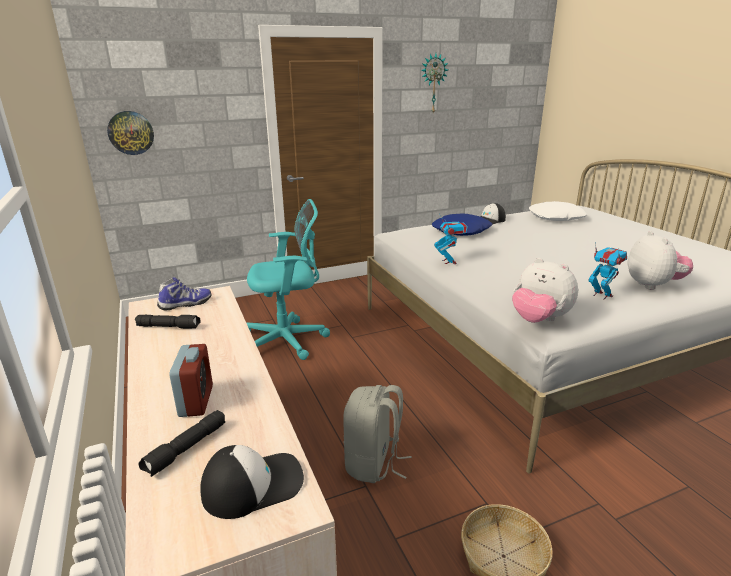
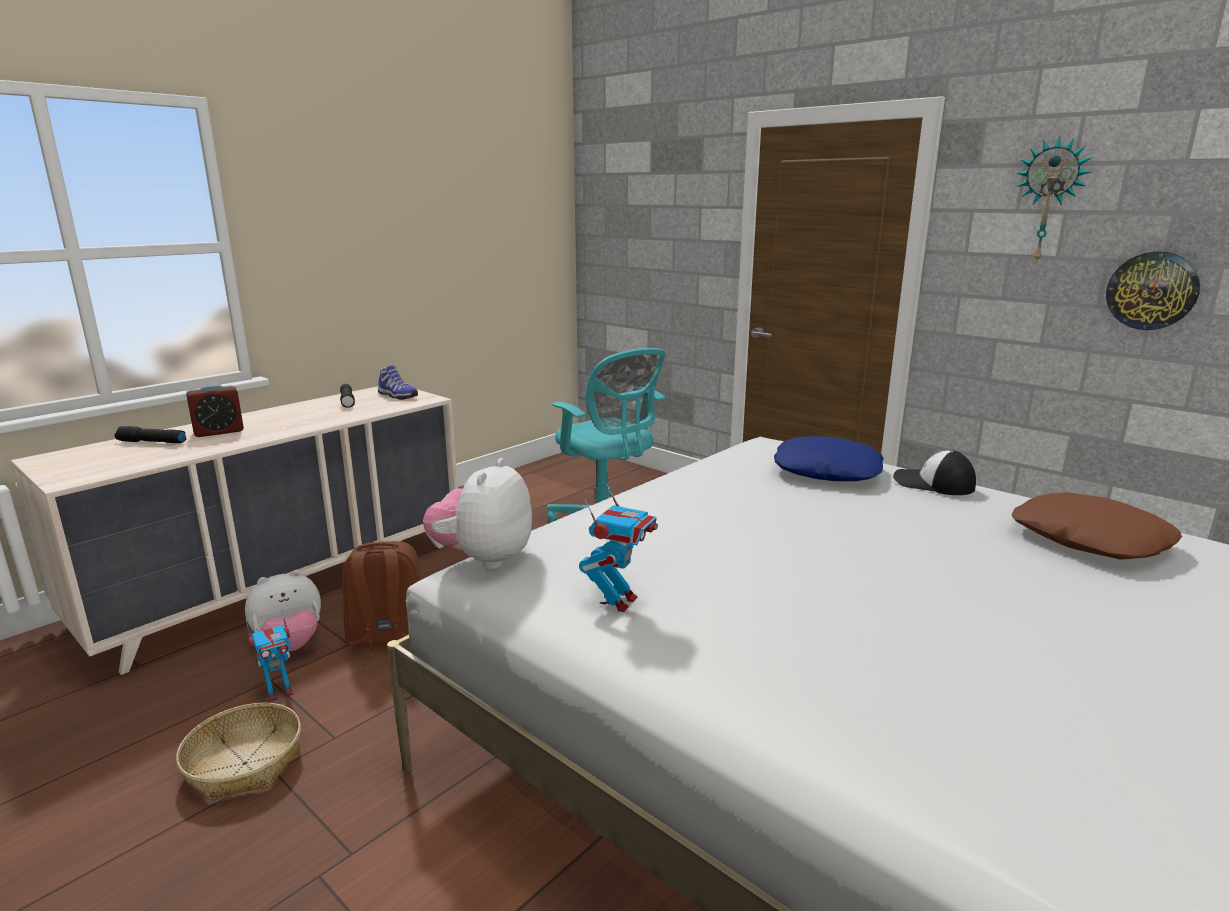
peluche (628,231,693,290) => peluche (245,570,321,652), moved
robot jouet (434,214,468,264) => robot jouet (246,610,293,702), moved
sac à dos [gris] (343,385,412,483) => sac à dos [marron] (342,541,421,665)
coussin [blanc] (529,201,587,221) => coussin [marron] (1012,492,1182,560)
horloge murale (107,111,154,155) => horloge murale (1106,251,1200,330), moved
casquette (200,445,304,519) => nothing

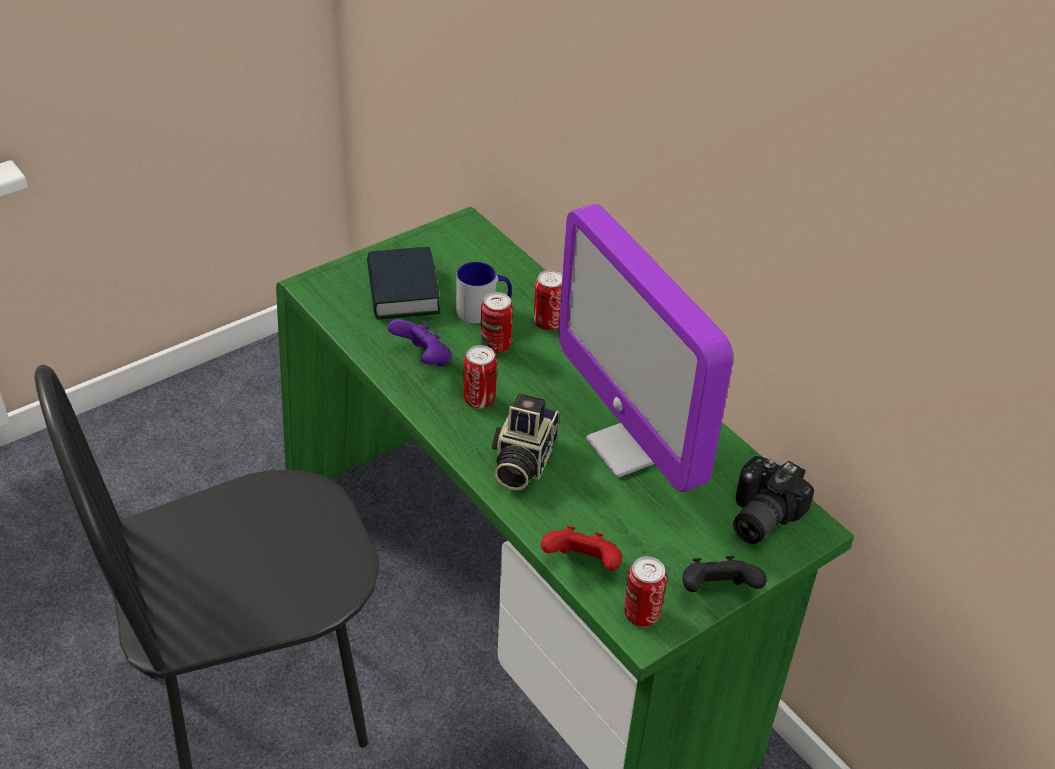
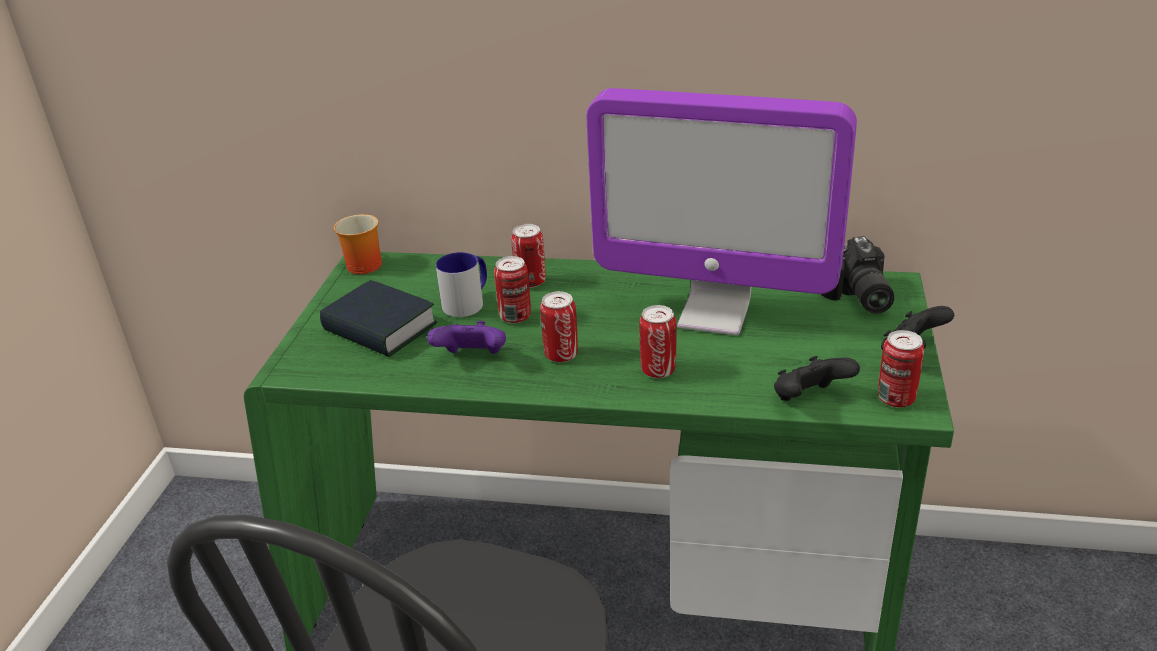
nothing => mug (334,214,382,274)
appareil photo (492,393,559,490) => boîte métallique (639,305,676,378)
manette [rouge] (541,525,622,571) => manette [noir] (774,356,860,401)

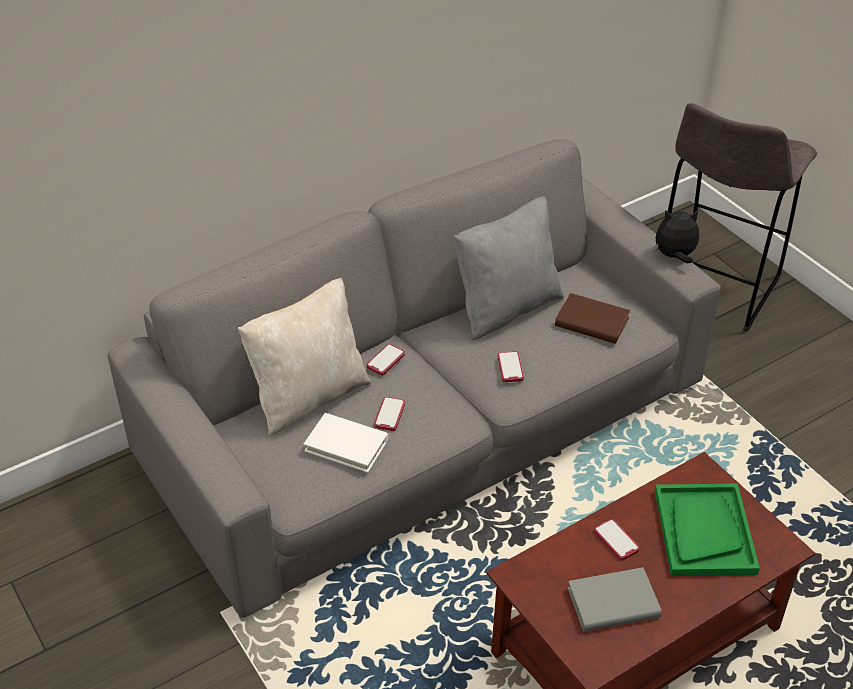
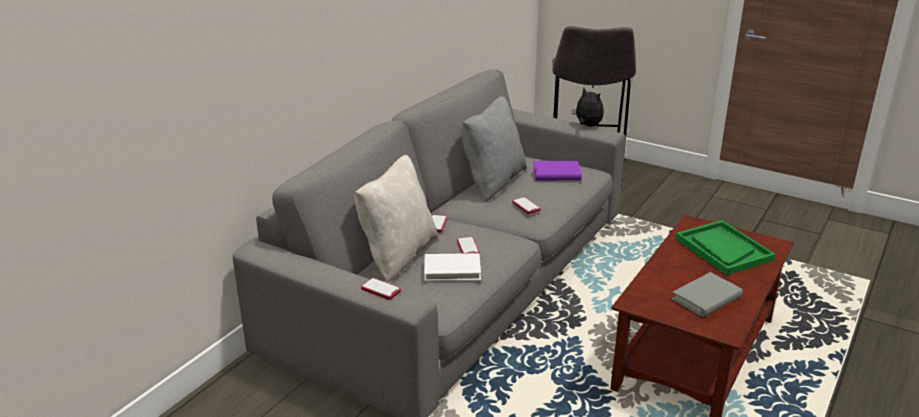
téléphone (594,519,640,561) => téléphone (361,278,401,300), moved
livre [marron] (555,293,630,344) => livre [violet] (533,161,582,181)
peluche (654,210,699,263) => peluche (571,88,604,126), 75 degrees clockwise

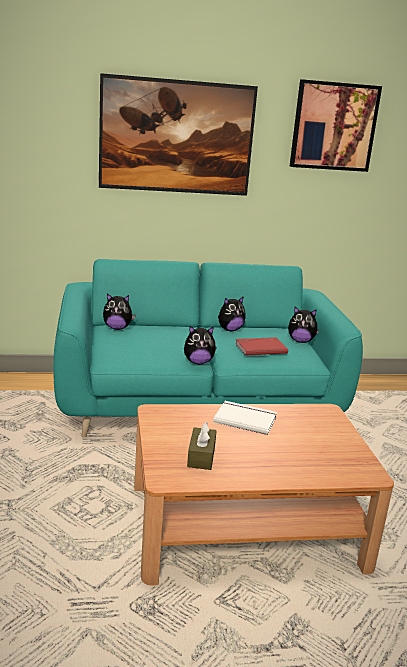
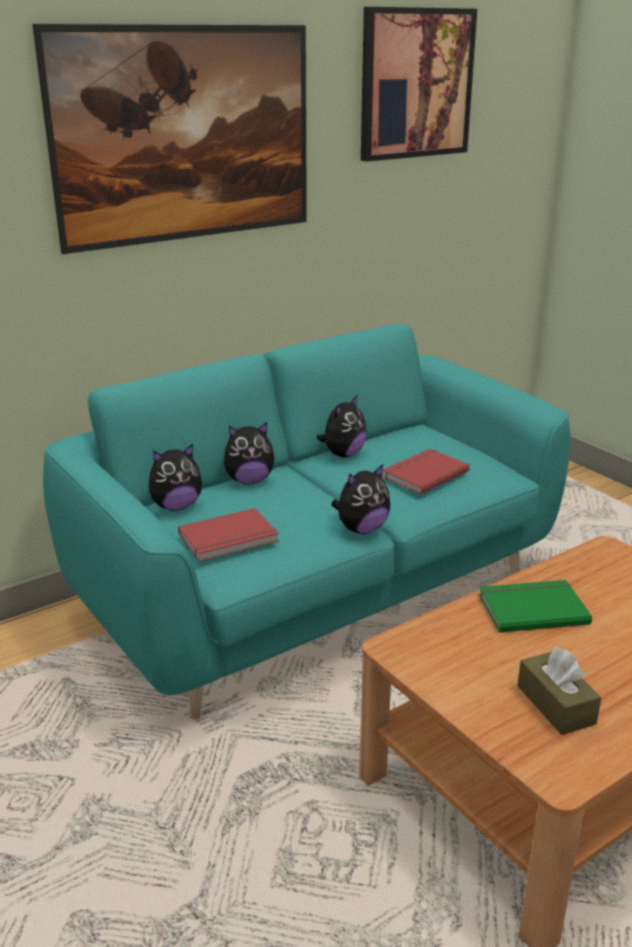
nothing => livre [rouge] (178,508,279,561)
peluche (288,307,319,343) => peluche (224,422,275,484), moved
livre [blanc] (213,401,277,435) => livre [vert] (479,580,592,633)

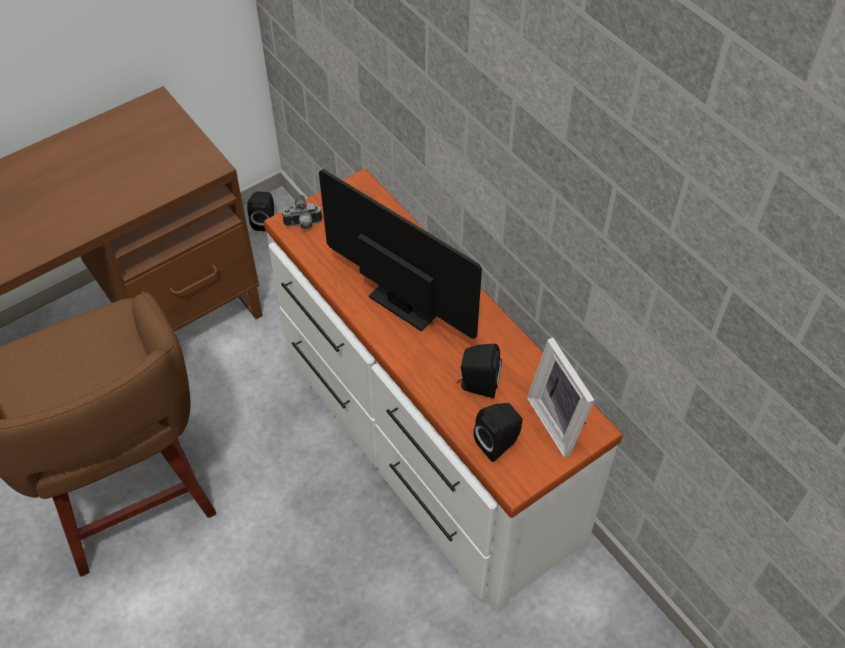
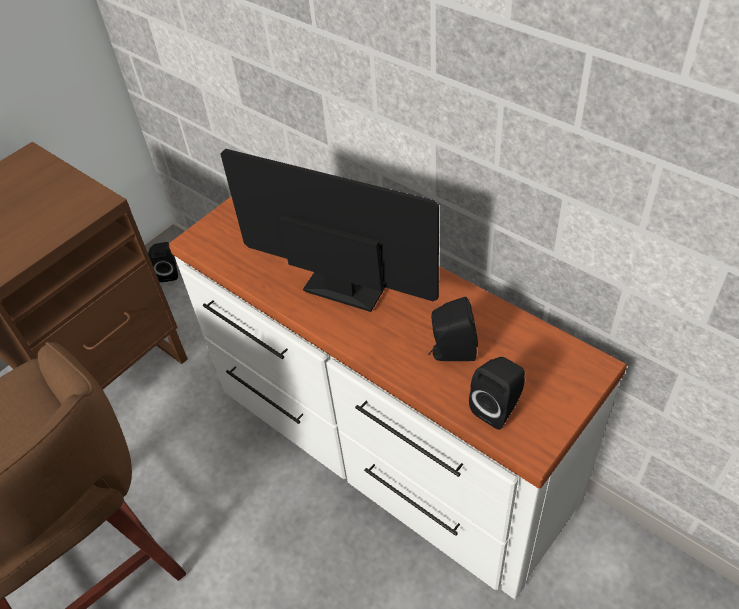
appareil photo (282,195,322,230) => nothing
cadre photo (527,338,595,458) => nothing

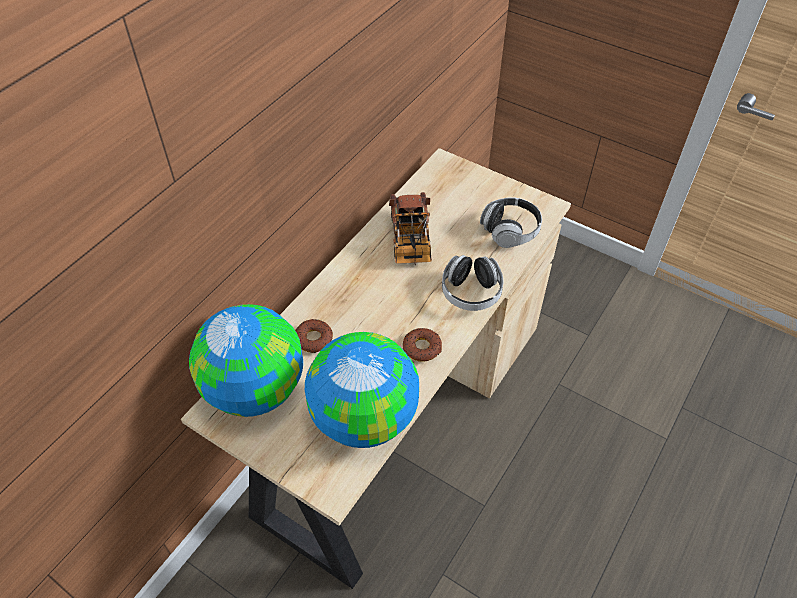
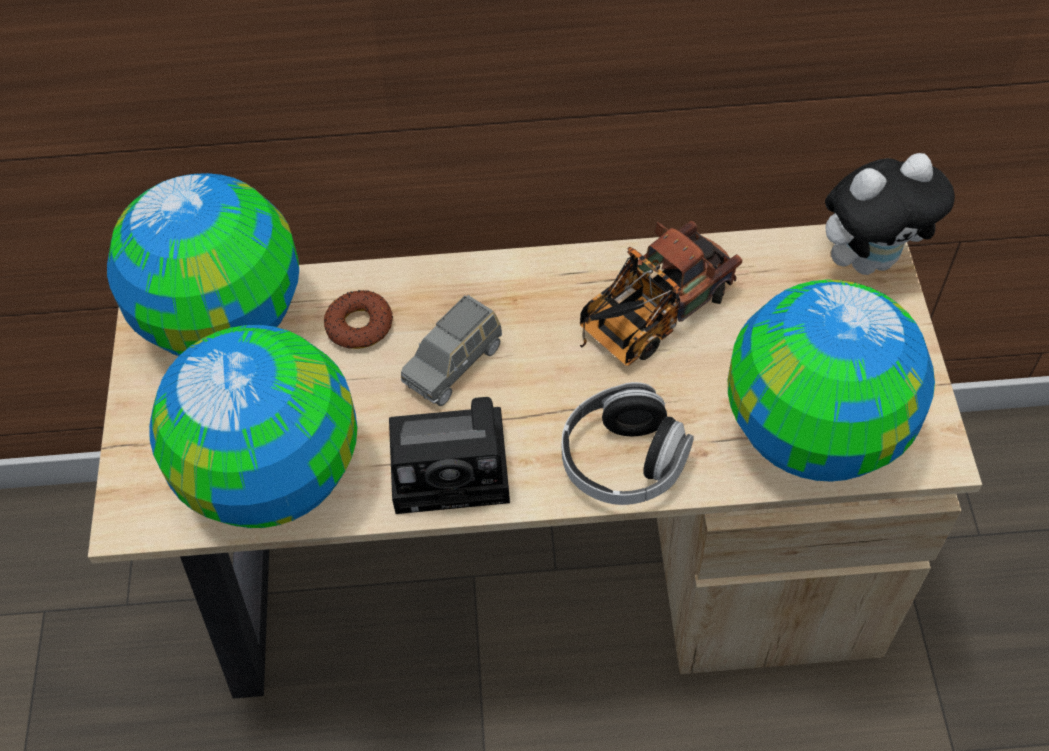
beignet (403,328,442,362) => appareil photo (389,397,510,514)
nothing => petite voiture [gris] (401,295,502,406)
casque audio (480,197,542,248) => globe (728,280,935,482)
nothing => peluche (825,153,955,275)

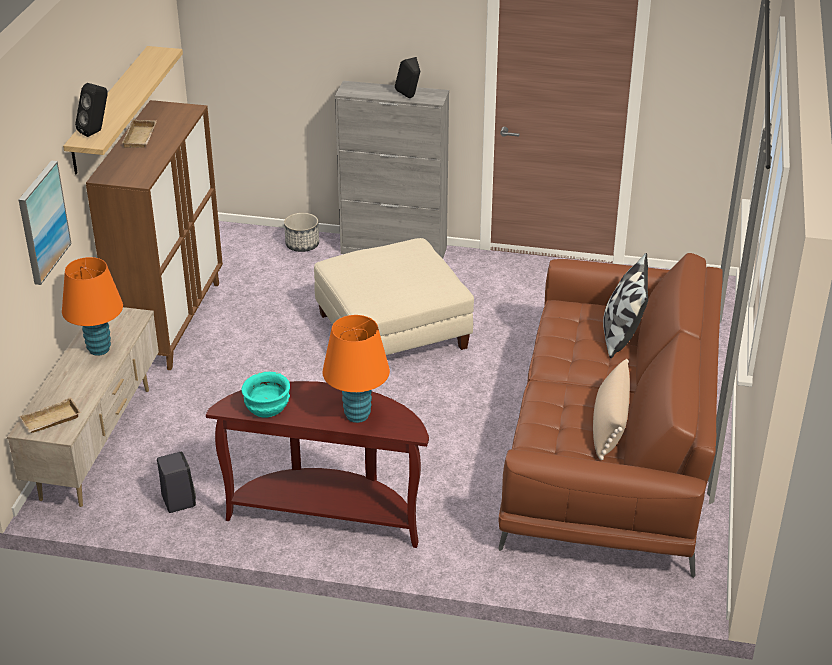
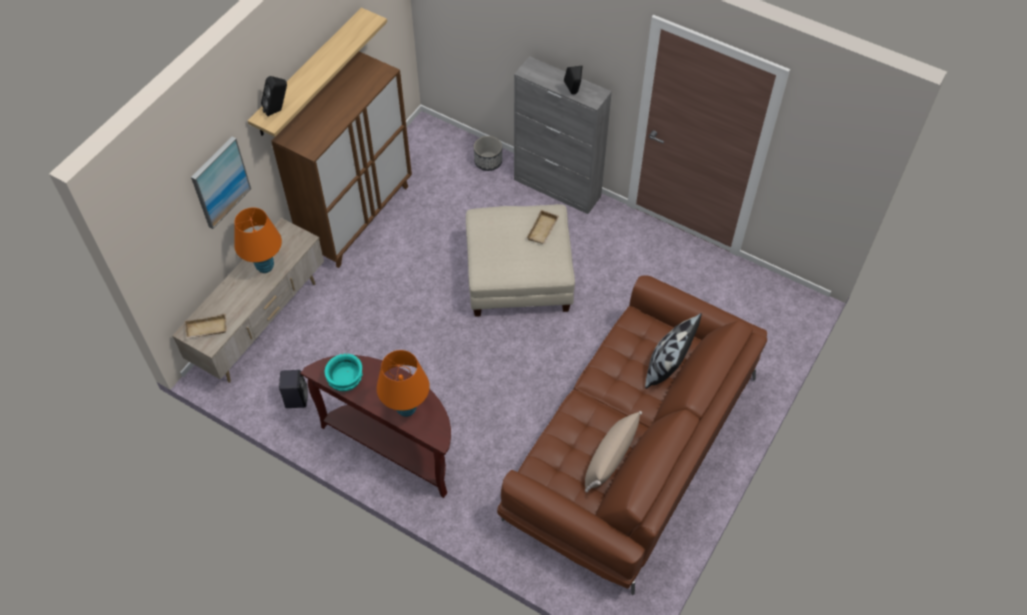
plateau [beige] (122,119,157,148) => plateau [beige] (526,210,559,244), moved

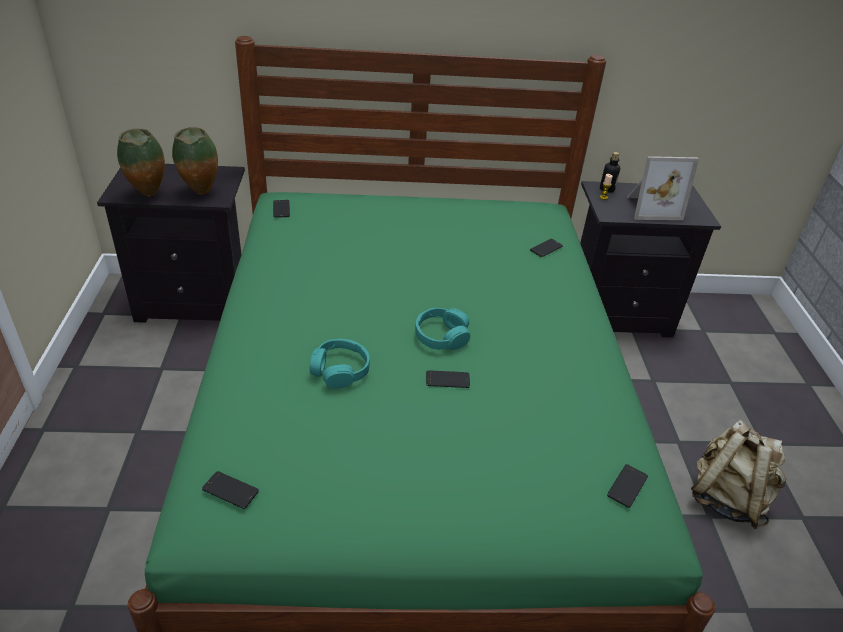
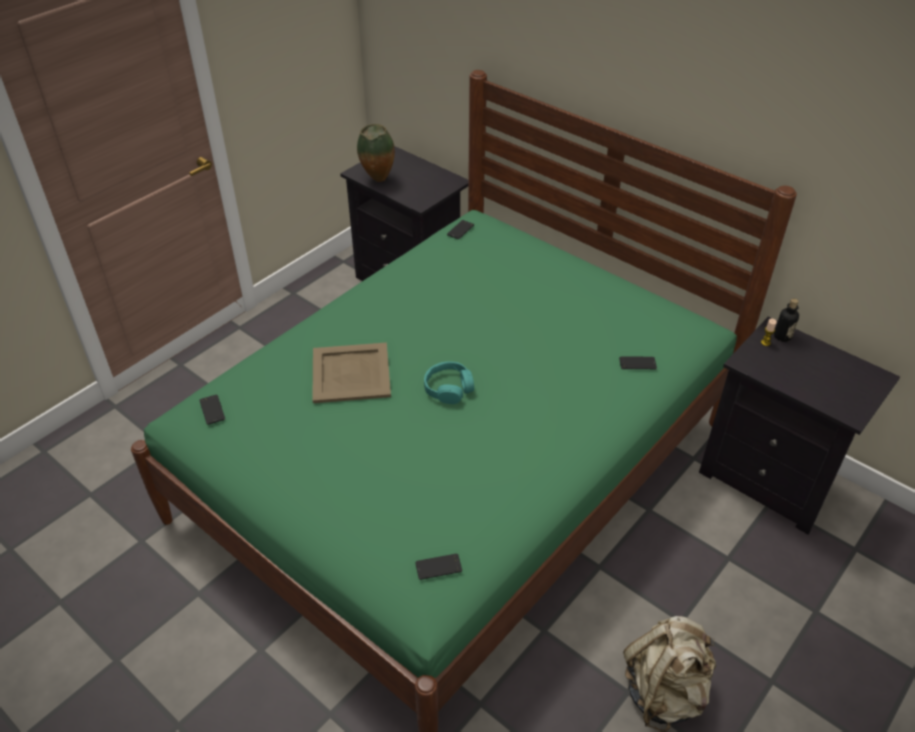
casque audio [turquoise] (310,339,370,389) => plateau [beige] (312,343,391,403)
vase (172,127,218,194) => nothing
téléphone (426,370,470,388) => nothing
cadre photo (627,156,699,220) => nothing

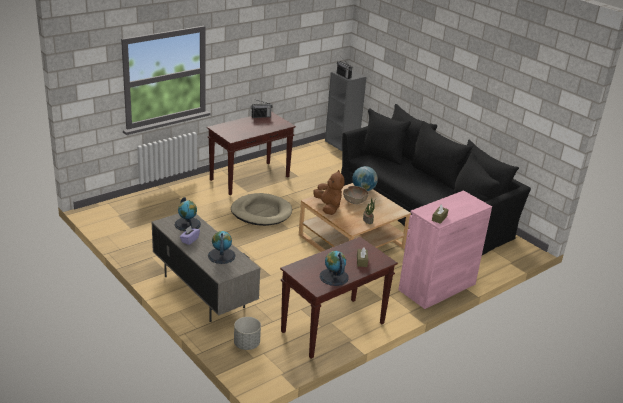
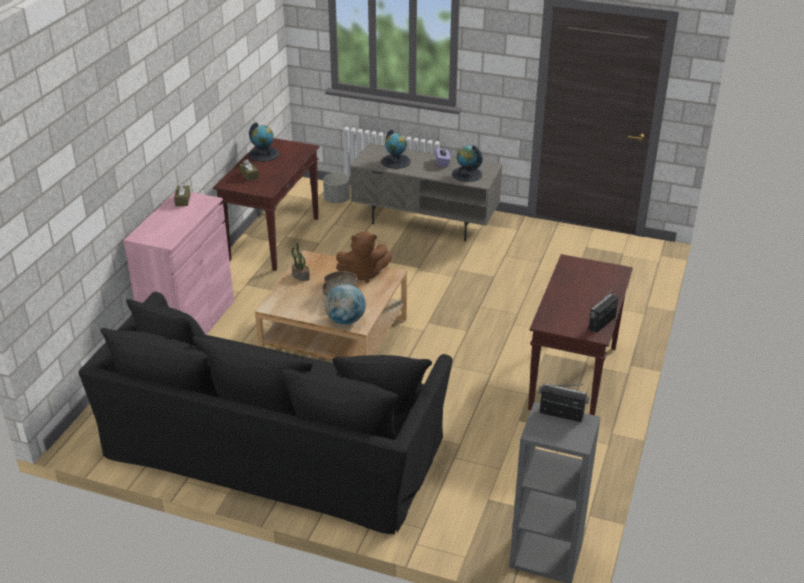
peluche [marron] (313,170,345,215) => peluche [marron] (336,231,392,283), 45 degrees counterclockwise
panier pour chien [beige] (231,193,292,226) => nothing

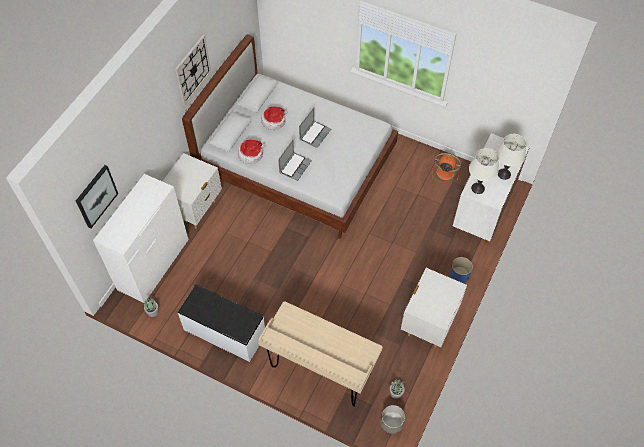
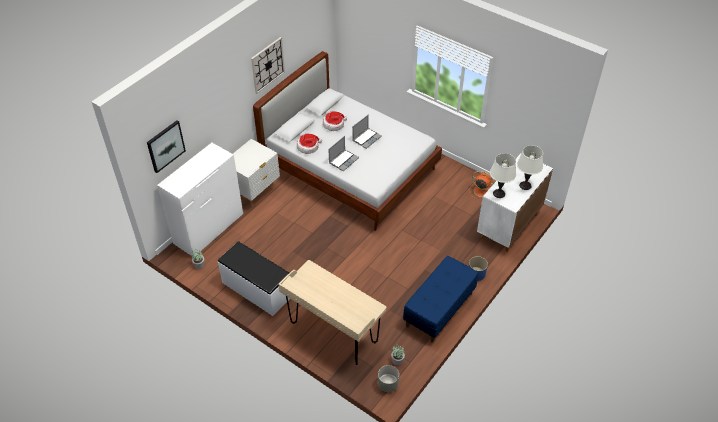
table de chevet [blanc] (401,268,467,348) => banc [bleu] (403,256,478,342)

